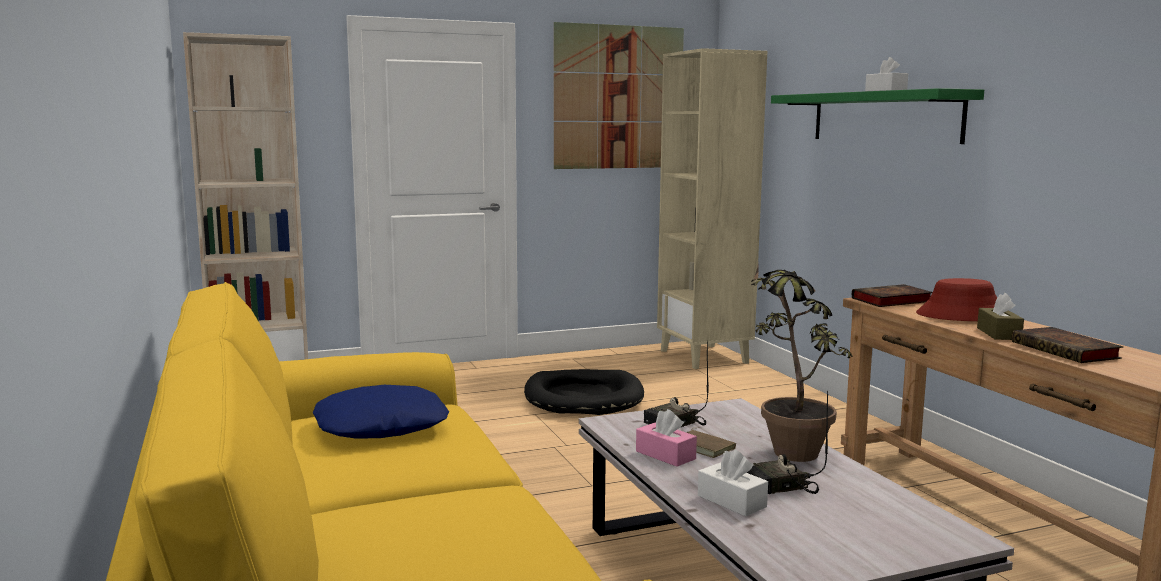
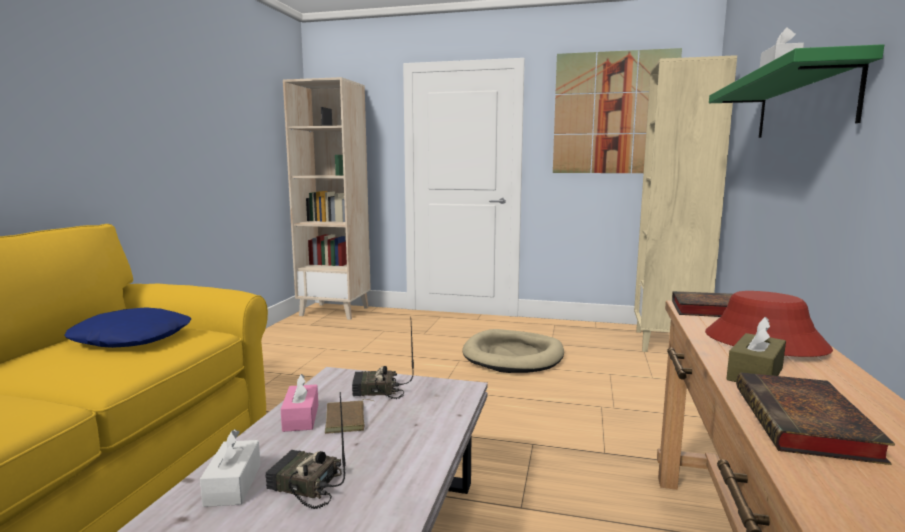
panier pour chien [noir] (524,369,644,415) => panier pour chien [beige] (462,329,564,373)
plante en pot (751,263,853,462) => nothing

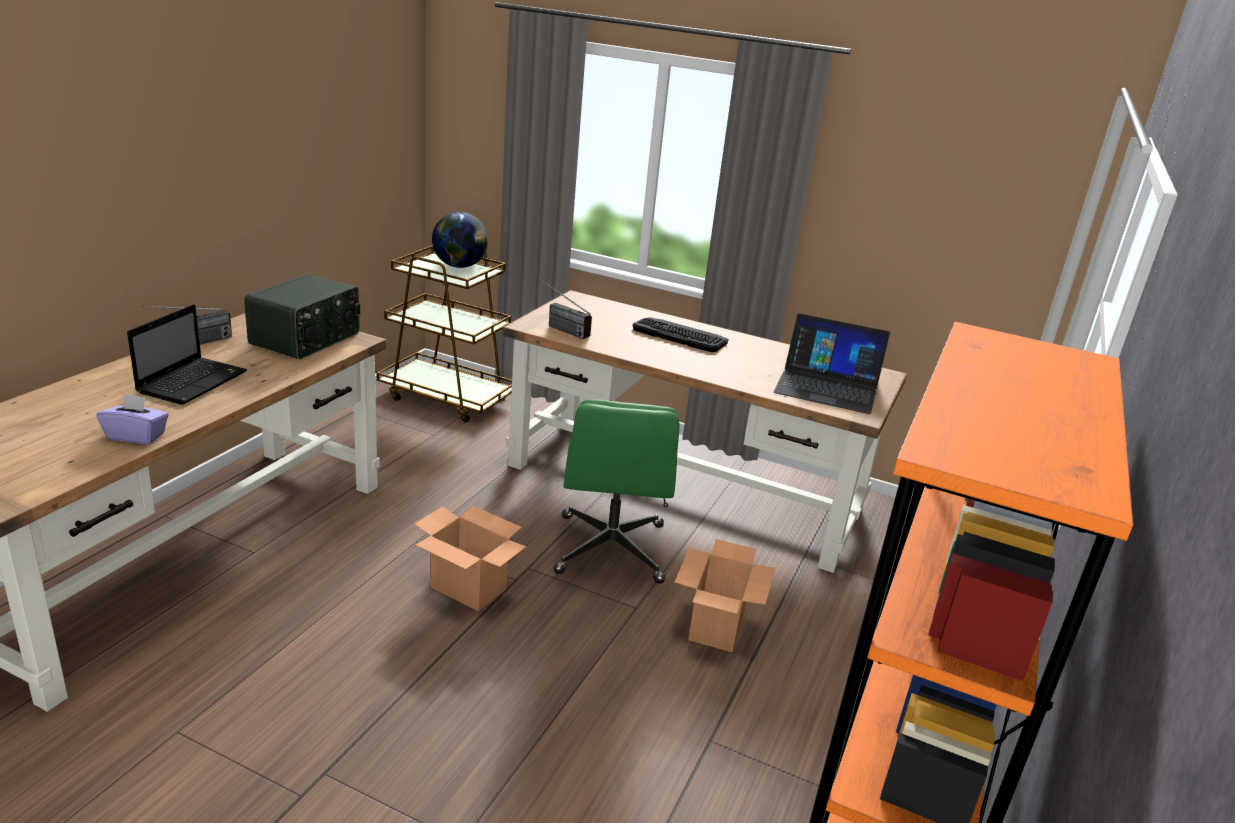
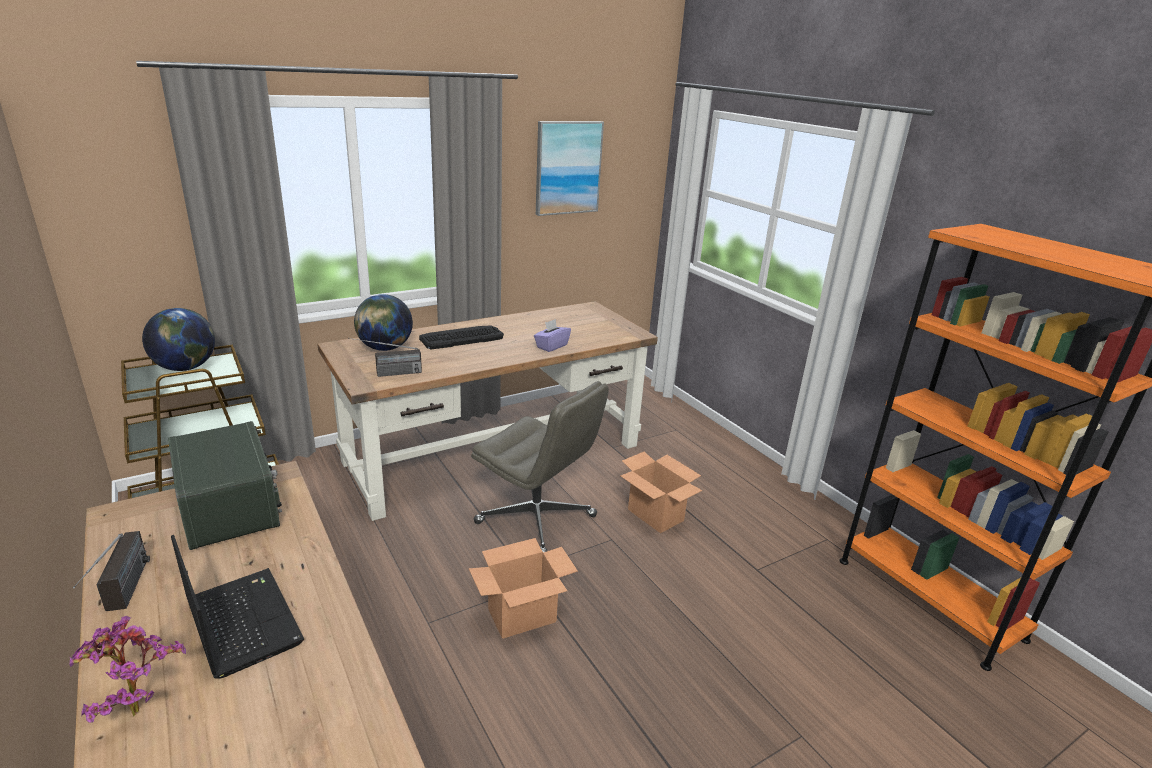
nothing => plante en pot (69,616,186,723)
nothing => globe (354,294,413,351)
chaise de bureau [vert] (554,399,680,584) => chaise de bureau [gris] (471,381,609,552)
boîte à mouchoirs [violet] (97,393,169,444) => boîte à mouchoirs [violet] (534,319,571,352), moved
nothing => tableau (536,121,604,216)
ordinateur portable (774,313,890,414) => nothing

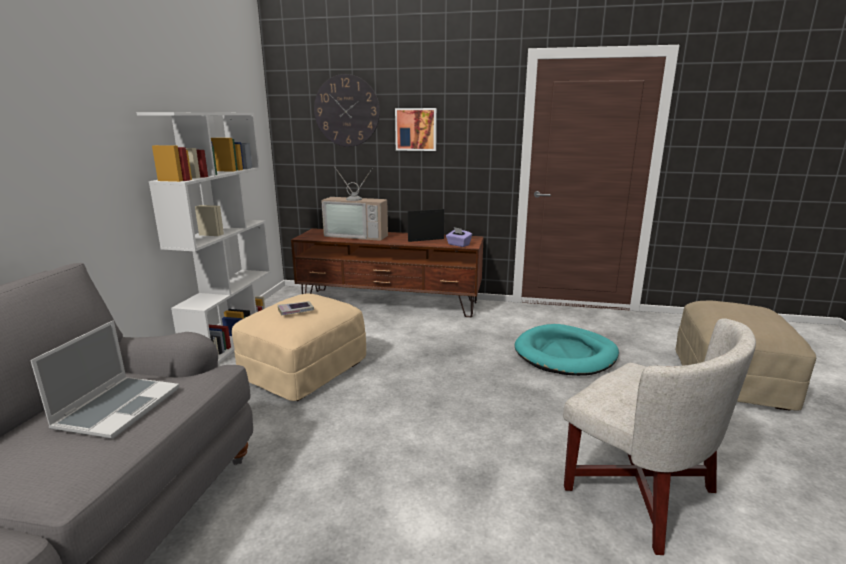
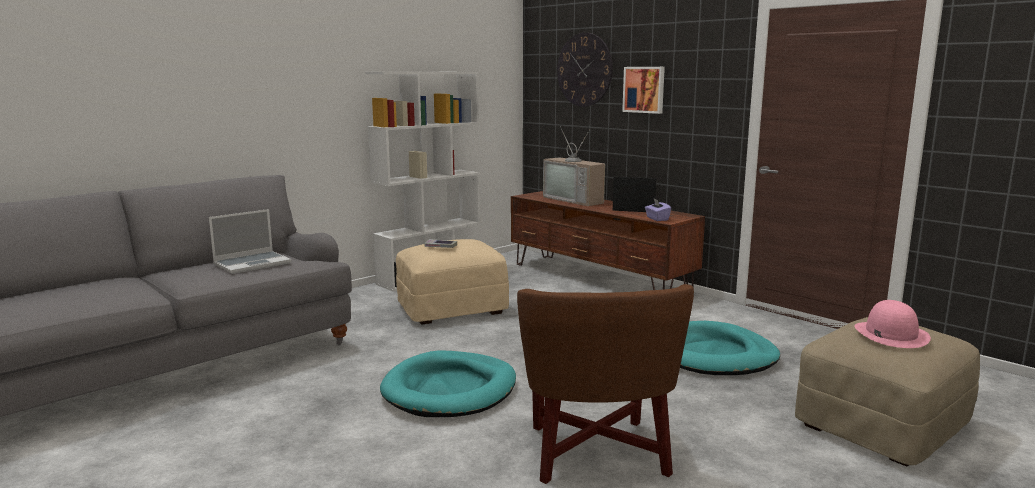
nothing => panier pour chien [turquoise] (380,350,516,417)
fauteuil [blanc] (563,318,756,555) => fauteuil [marron] (517,284,694,484)
nothing => chapeau [rose] (854,300,931,348)

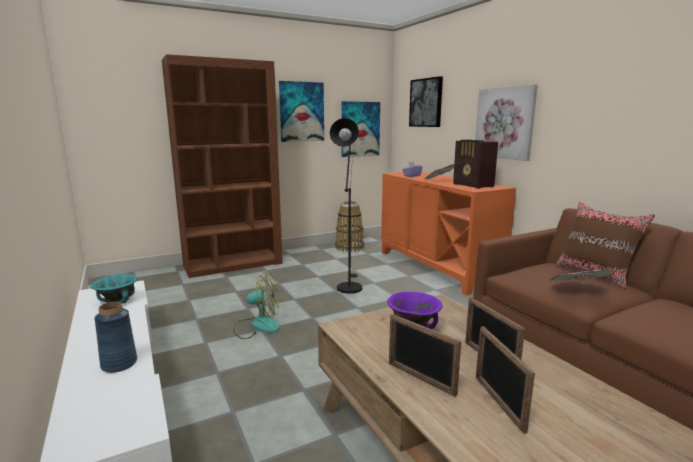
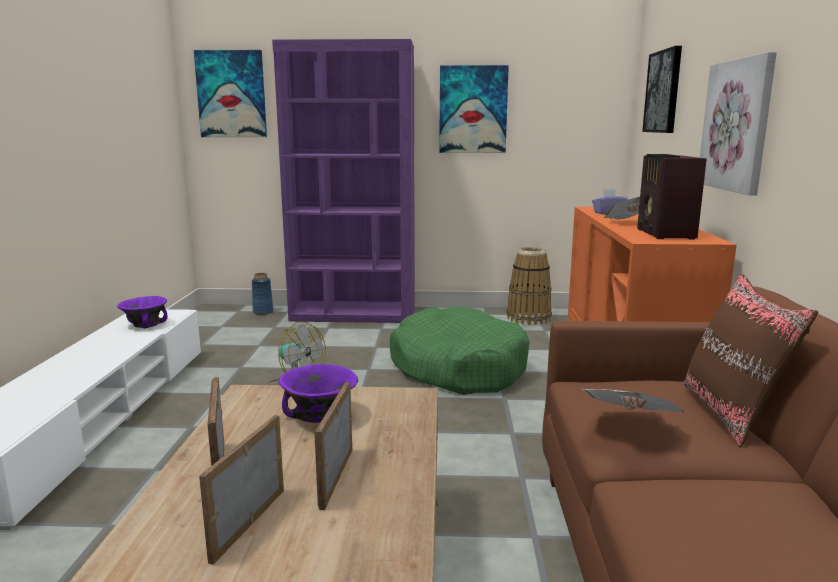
bol [turquoise] (91,274,137,304) => bol [violet] (117,296,168,328)
tableau (341,101,380,157) => tableau (194,50,267,137), moved
vase [bleu] (94,302,137,373) => vase [bleu] (252,273,273,315), moved
bibliothèque [marron] (162,54,283,278) => bibliothèque [violet] (272,39,415,323)
lampadaire [noir] (330,118,362,294) => panier pour chien [vert] (390,307,529,395)

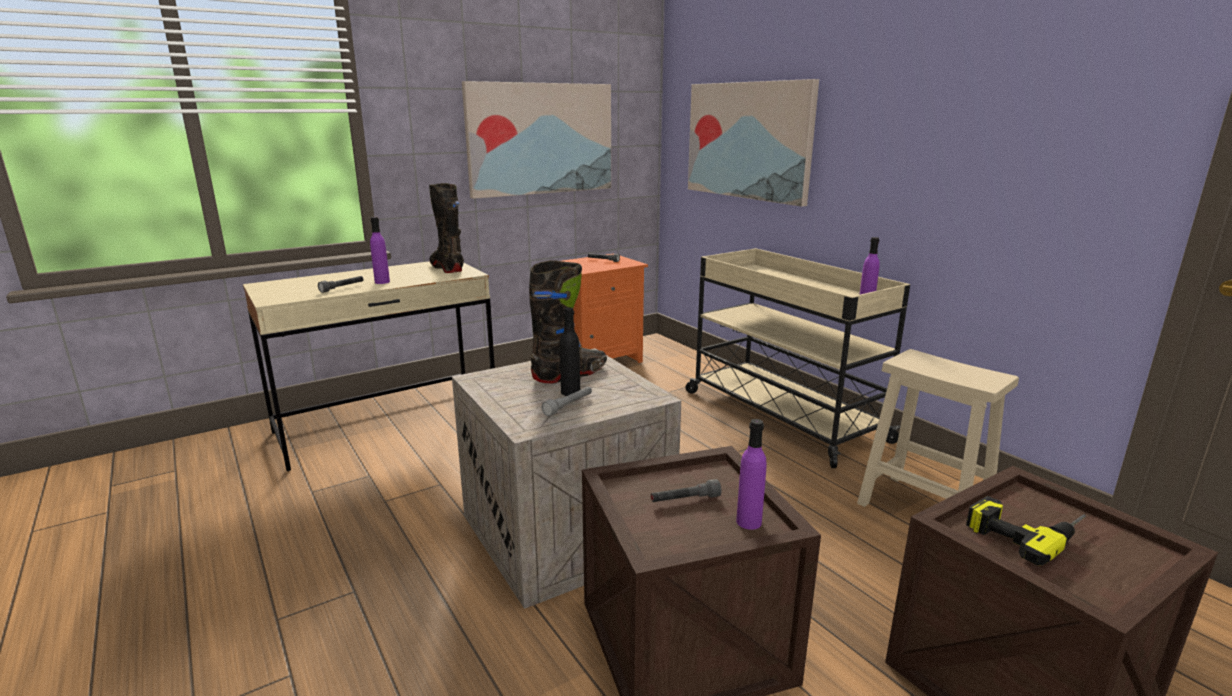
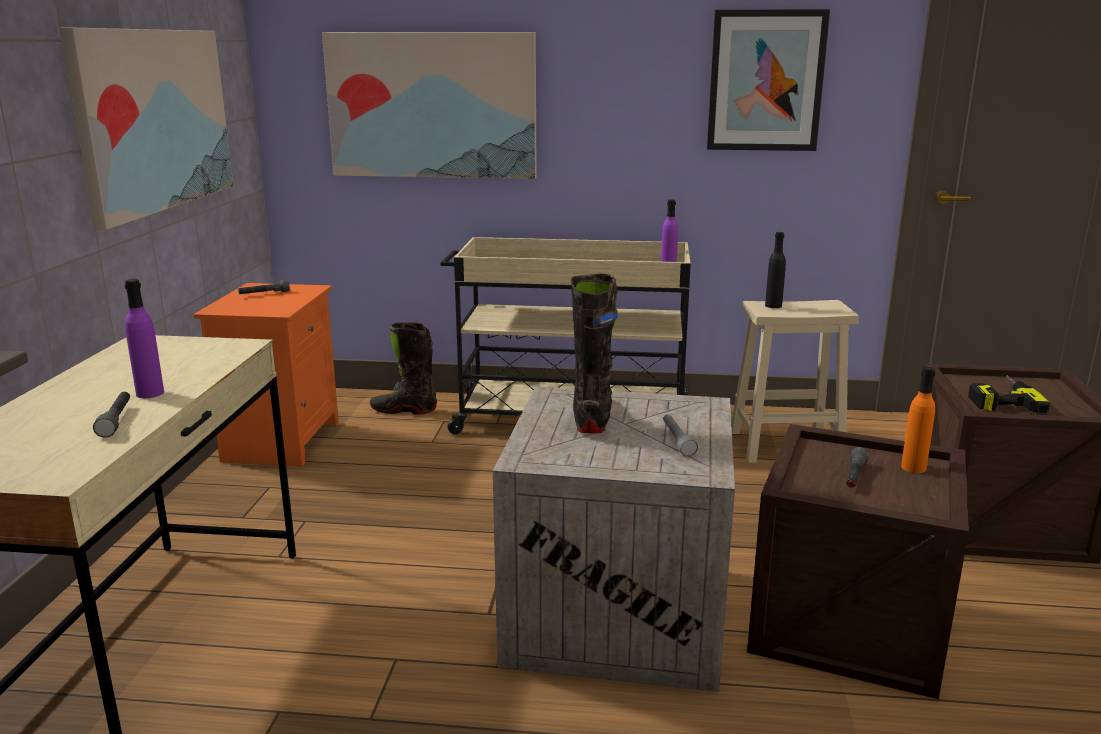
botte [noir] (429,183,464,273) => botte [noir] (370,322,437,415), moved
nothing => tableau (707,9,830,151)
bouteille [noir] (560,308,580,396) => bouteille [noir] (765,232,786,308), moved
bouteille [violet] (736,419,767,530) => bouteille [orange] (901,367,935,473)

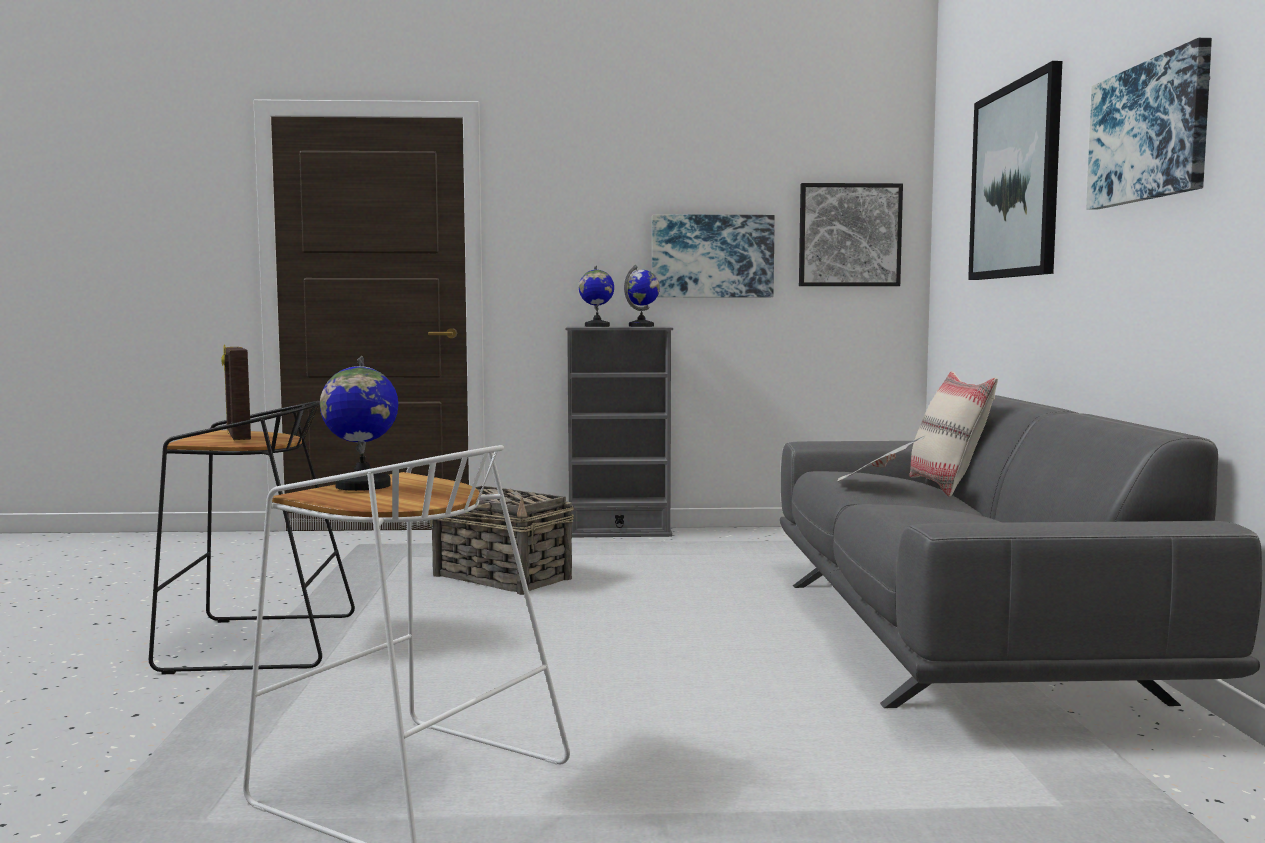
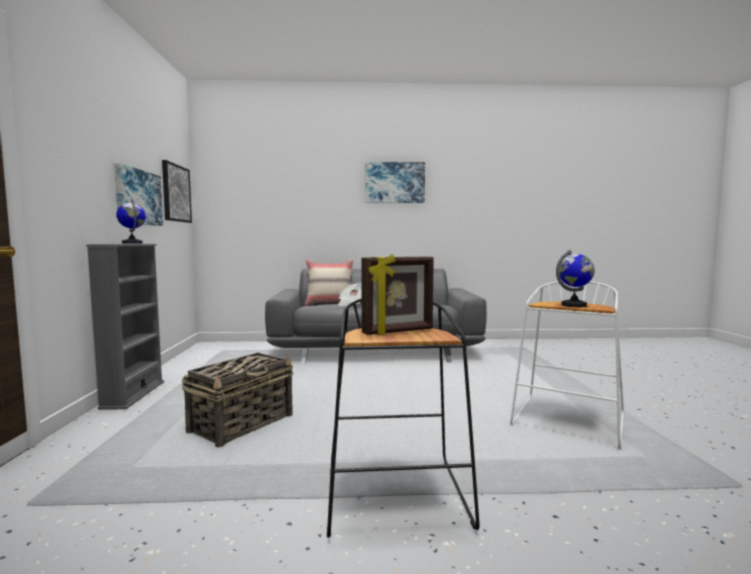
globe (579,265,614,327) => nothing
tableau (968,61,1062,280) => nothing

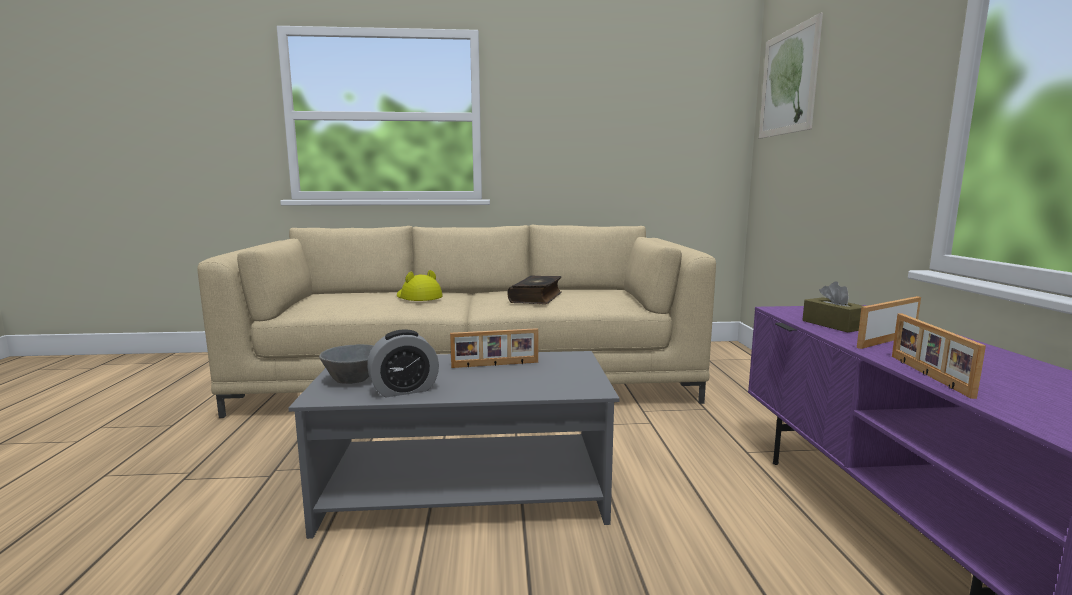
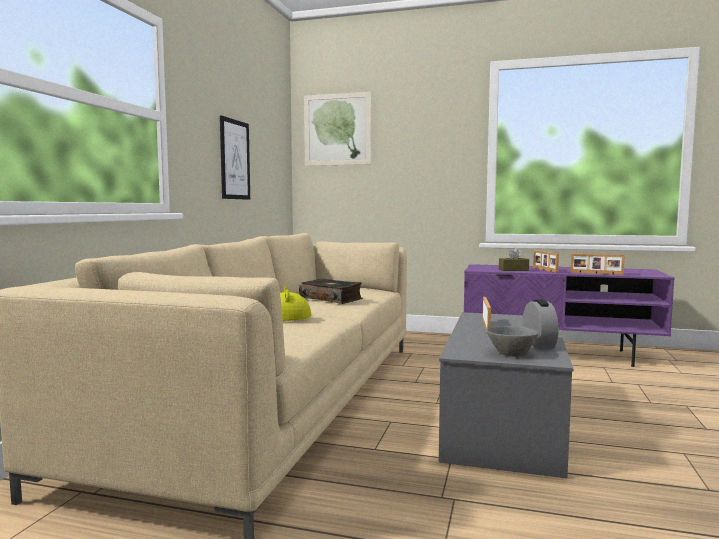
nothing => tableau (220,116,250,200)

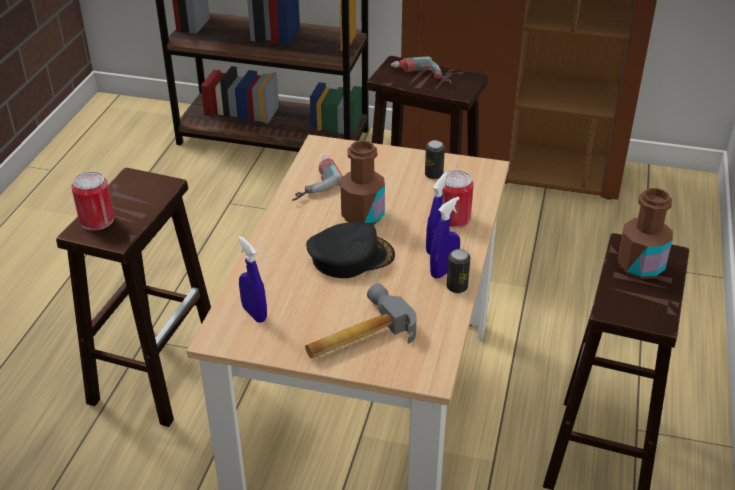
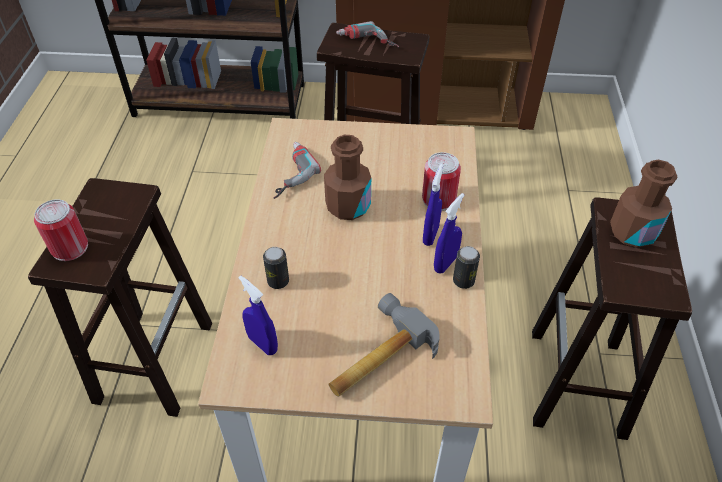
boîte métallique (425,140,445,179) => boîte métallique (263,247,289,289), moved
casquette [noir] (306,222,395,278) => nothing

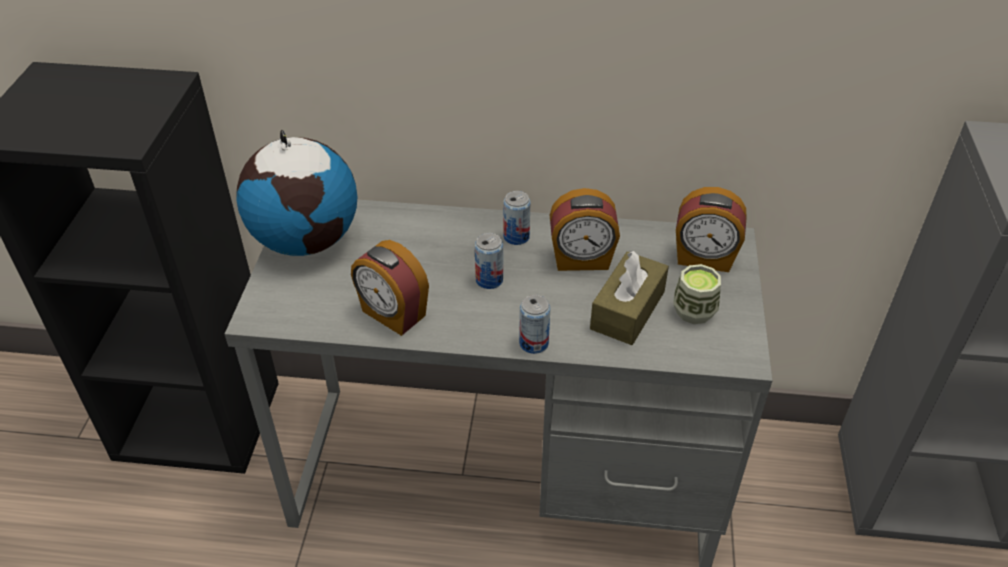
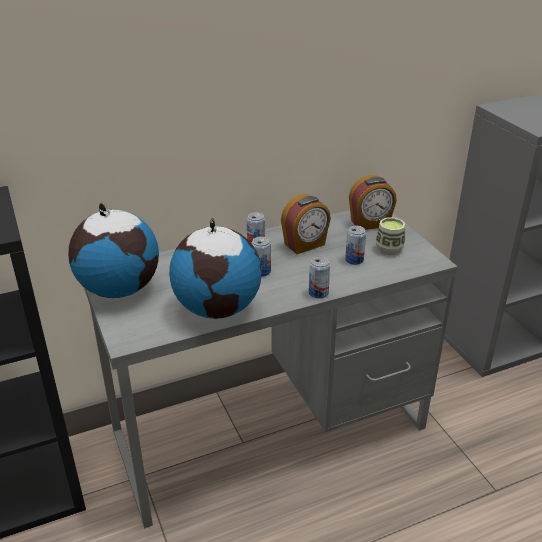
réveil (351,240,429,336) => globe (169,218,262,319)
boîte à mouchoirs [marron] (590,250,669,345) => boîte métallique (345,226,366,265)

